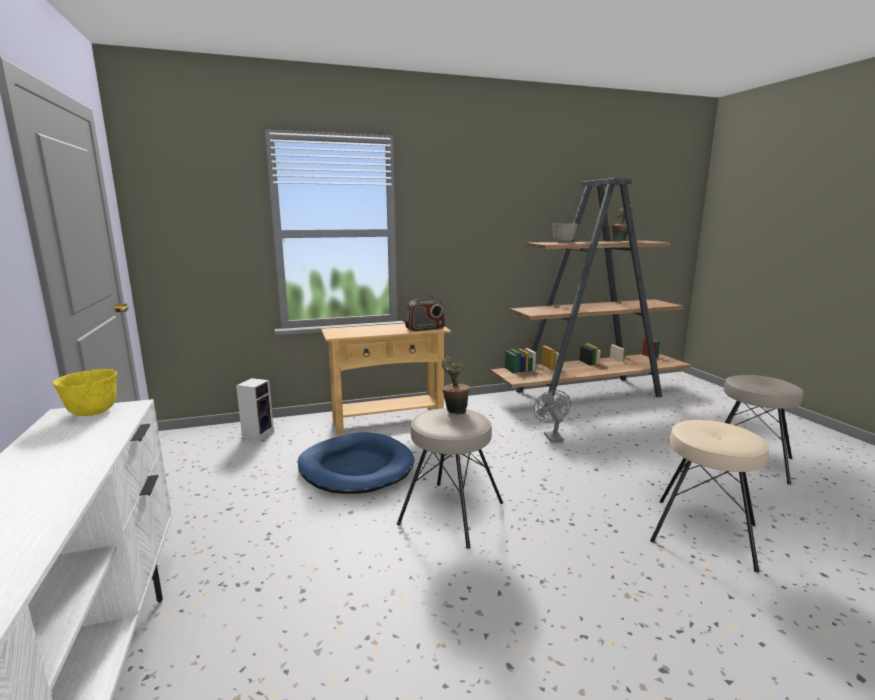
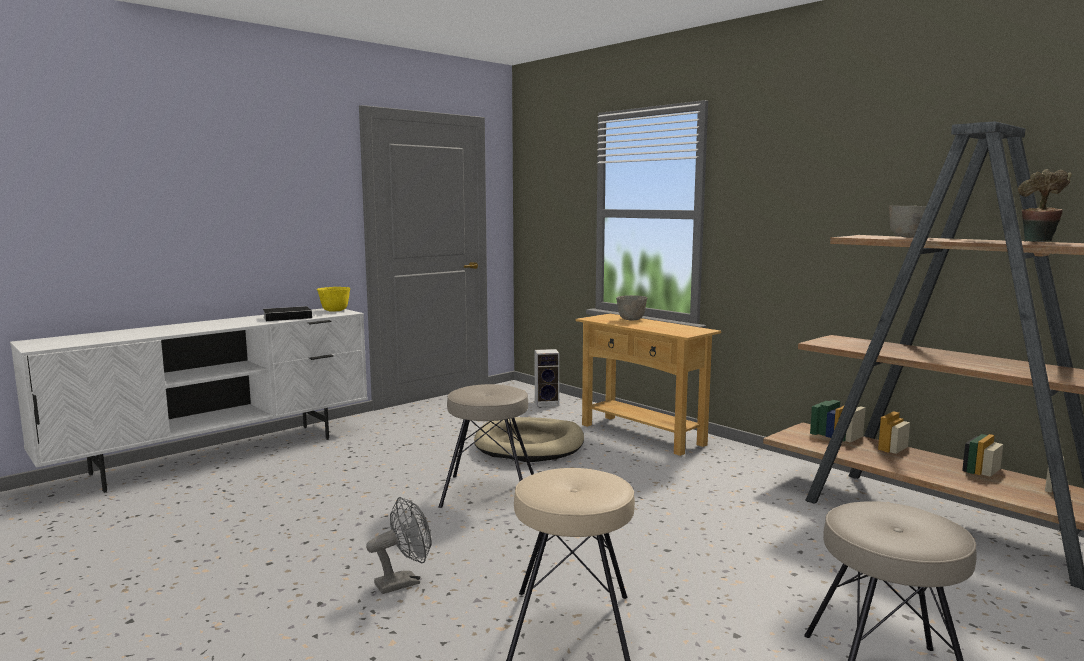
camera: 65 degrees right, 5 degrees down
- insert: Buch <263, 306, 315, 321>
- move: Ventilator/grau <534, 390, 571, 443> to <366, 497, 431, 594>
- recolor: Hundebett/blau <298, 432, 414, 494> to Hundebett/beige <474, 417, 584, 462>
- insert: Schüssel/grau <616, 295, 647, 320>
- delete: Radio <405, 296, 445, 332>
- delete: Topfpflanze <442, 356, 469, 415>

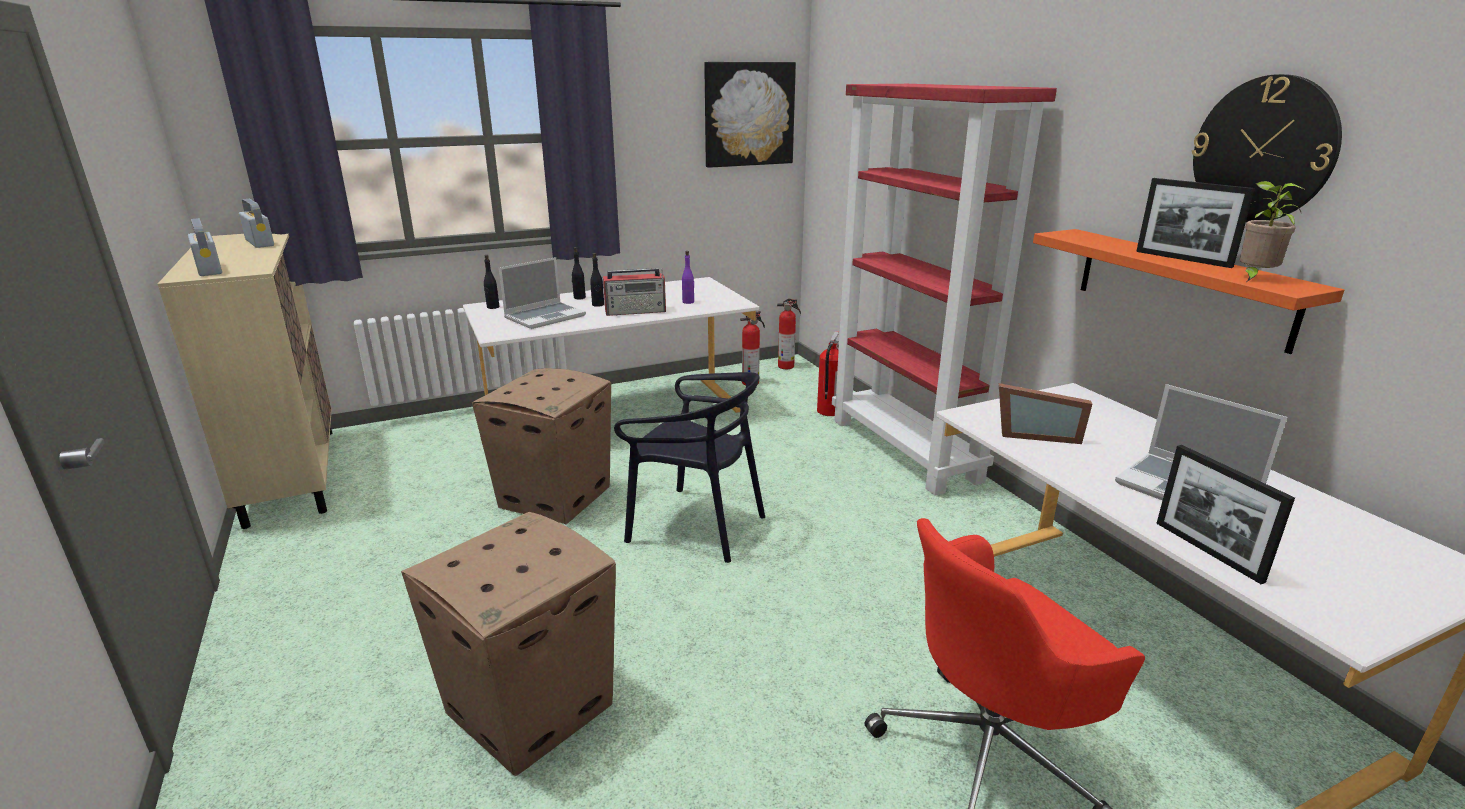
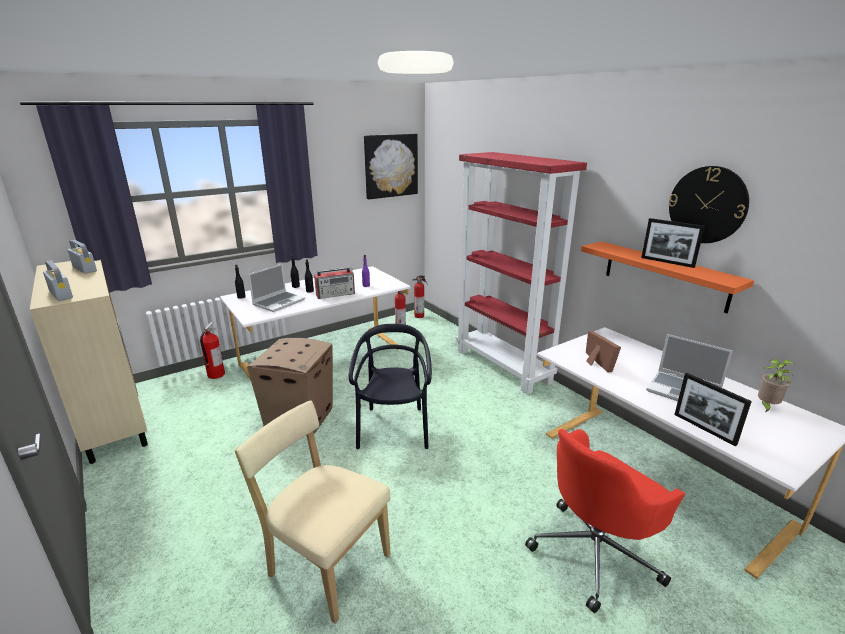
camera: 10 degrees left, 0 degrees up
- move: Feuerlöscher <817, 331, 839, 416> to <200, 322, 225, 379>
- replace: Karton <401, 512, 616, 776> to Stuhl/beige <234, 401, 391, 624>
- rotate: Stuhl/schwarz <614, 372, 765, 563> = <349, 324, 432, 449> 105 degrees counterclockwise
- rotate: Bilderrahmen <999, 383, 1092, 444> = <586, 331, 621, 373> 105 degrees counterclockwise
- move: Topfpflanze <1240, 181, 1306, 282> to <758, 359, 796, 413>

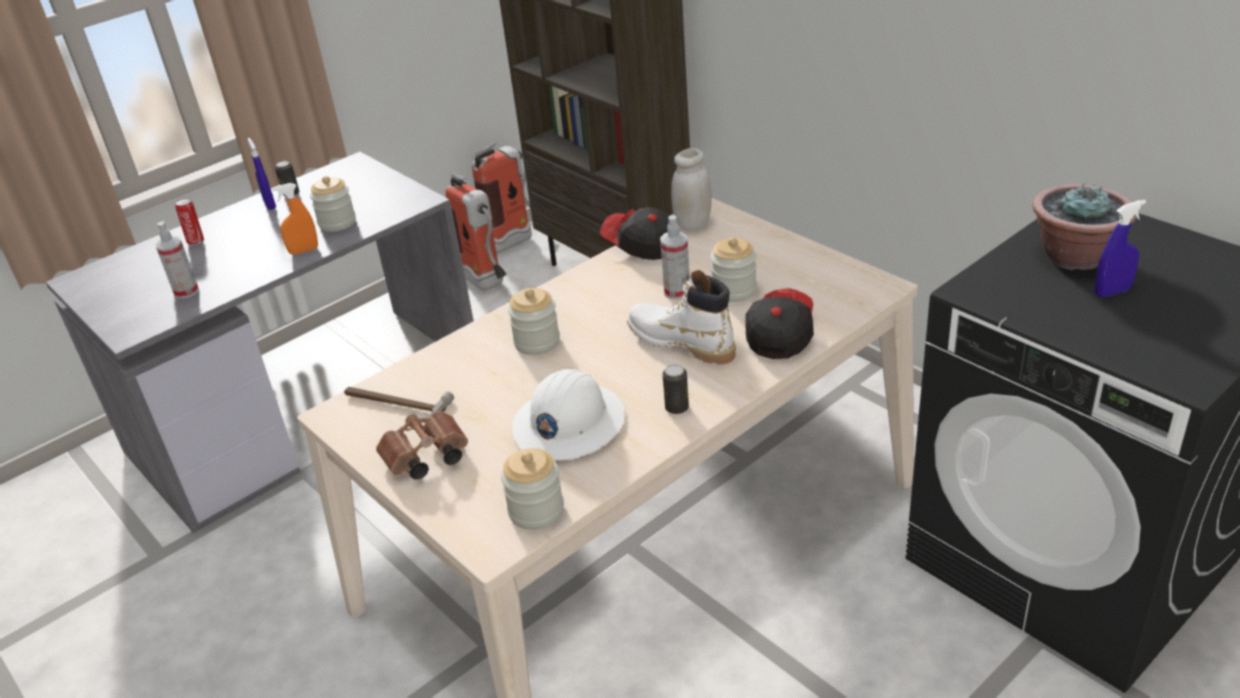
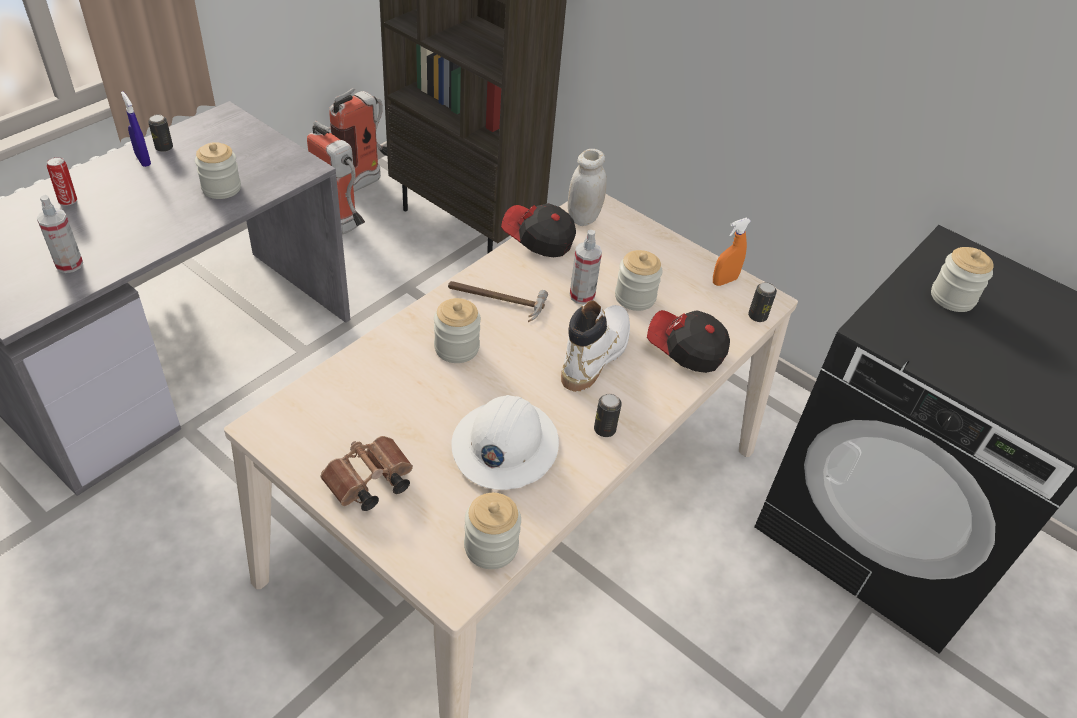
camera: 15 degrees left, 10 degrees up
- move: Hammer <344, 387, 454, 427> to <448, 281, 548, 322>
- rotate: Stiefel/weiß <627, 270, 736, 365> = <561, 301, 630, 392> 90 degrees clockwise
- rotate: Kappe <745, 288, 814, 359> = <647, 310, 730, 373> 75 degrees counterclockwise
- move: Sprühflasche/orange <272, 183, 318, 255> to <713, 218, 751, 286>
- insert: Dose <748, 282, 777, 322>
- replace: Topfpflanze <1033, 183, 1136, 270> to Vorratsglas <931, 247, 994, 312>
- delete: Sprühflasche/blau <1095, 200, 1146, 297>

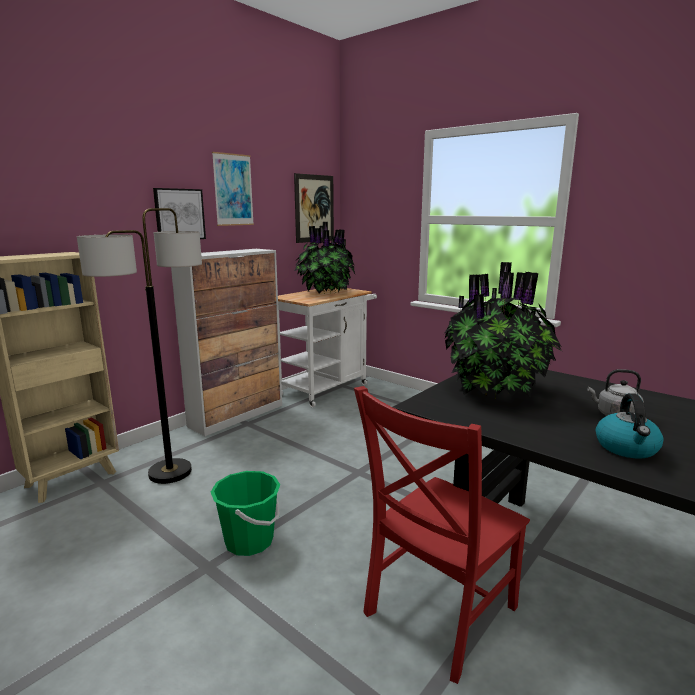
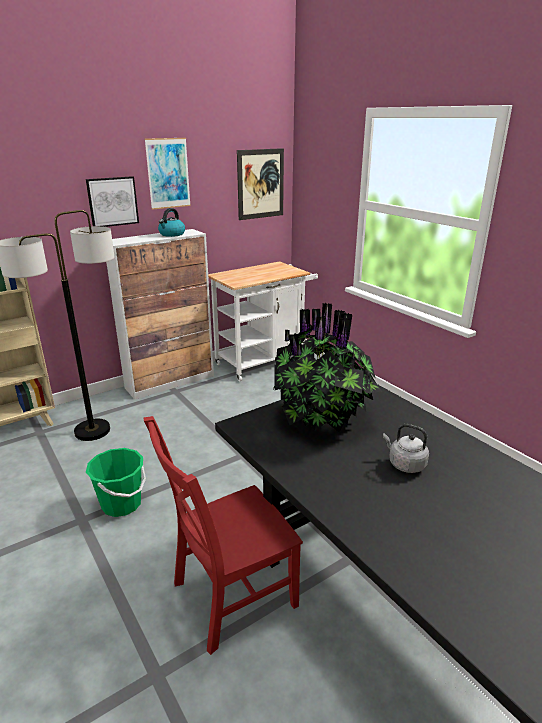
camera: 15 degrees right, 10 degrees up
- move: Wasserkessel <596, 393, 663, 459> to <158, 208, 185, 237>
- delete: Topfpflanze <295, 222, 355, 294>

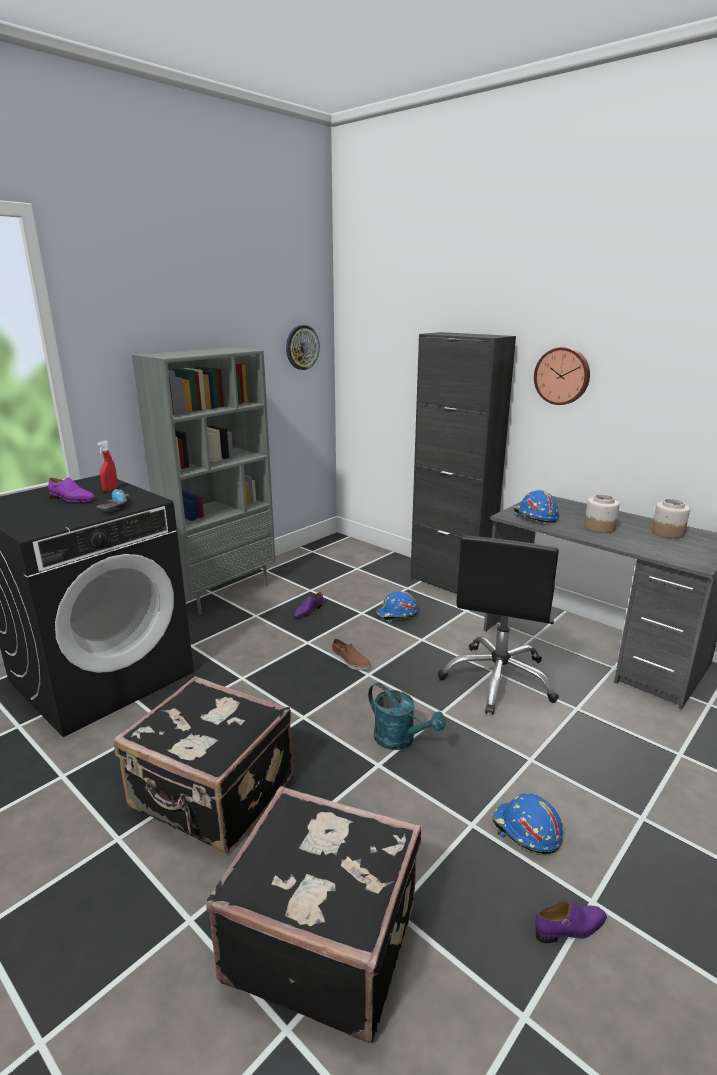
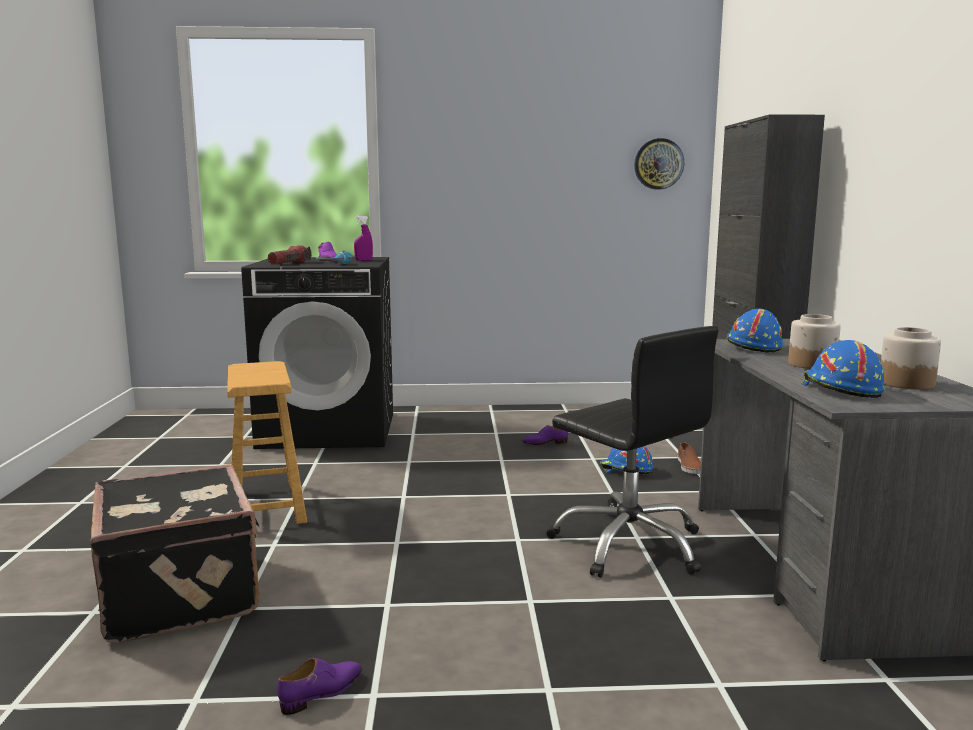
camera: 45 degrees right, 10 degrees down
- replace: Koffer/schwarz <114, 676, 293, 853> to Hocker/braun <227, 361, 307, 524>
- insert: Taschenlampe <268, 245, 312, 265>
- rotate: Schuh/lila <535, 901, 607, 943> = <277, 658, 362, 715> 75 degrees counterclockwise
- recolor: Sprühflasche/rot <97, 440, 118, 492> to Sprühflasche/lila <354, 215, 373, 261>
- rotate: Bürostuhl/schwarz <438, 535, 559, 715> = <546, 326, 719, 578> 105 degrees counterclockwise
- move: Schuh/braun <332, 639, 371, 670> to <678, 443, 701, 474>
- move: Schutzhelm/blau <493, 793, 563, 854> to <802, 340, 885, 398>
- delete: Bücherregal/grau <132, 347, 276, 615>
- delete: Gießkanne/türkis <368, 683, 446, 750>
- delete: Wanduhr <534, 347, 590, 405>

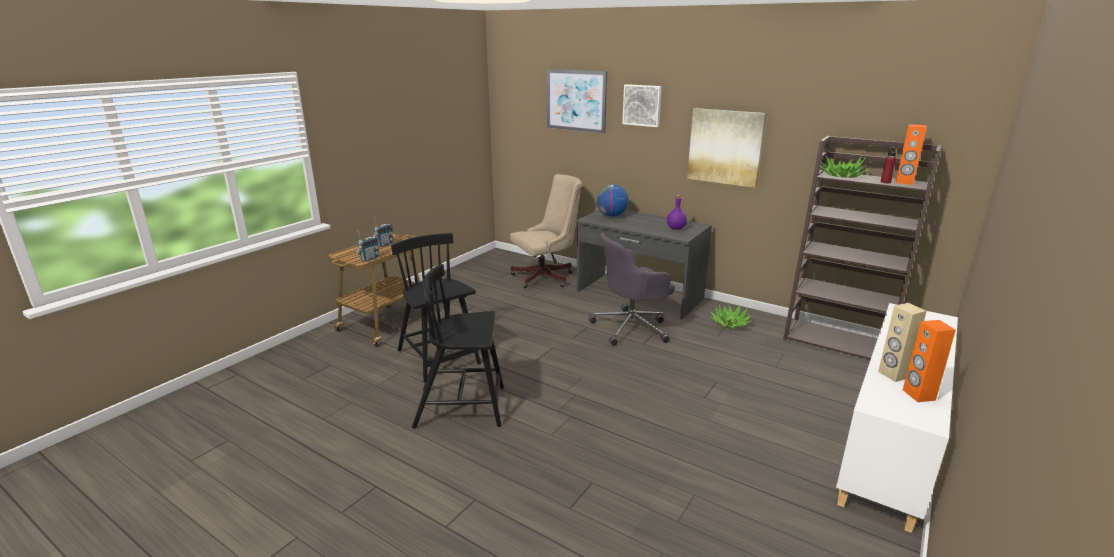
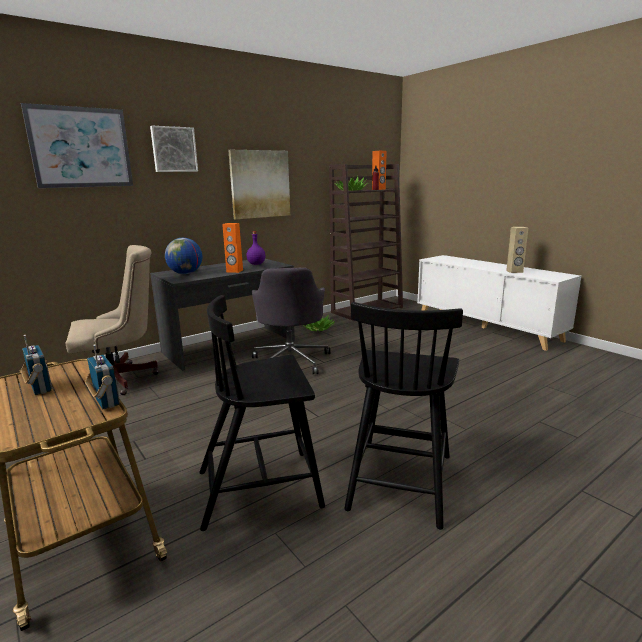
camera: 70 degrees left, 5 degrees down
- rotate: Bürostuhl/beige <510, 174, 582, 288> = <66, 245, 159, 395> 75 degrees clockwise
- move: Lautsprecher/orange <903, 320, 956, 402> to <222, 223, 243, 273>

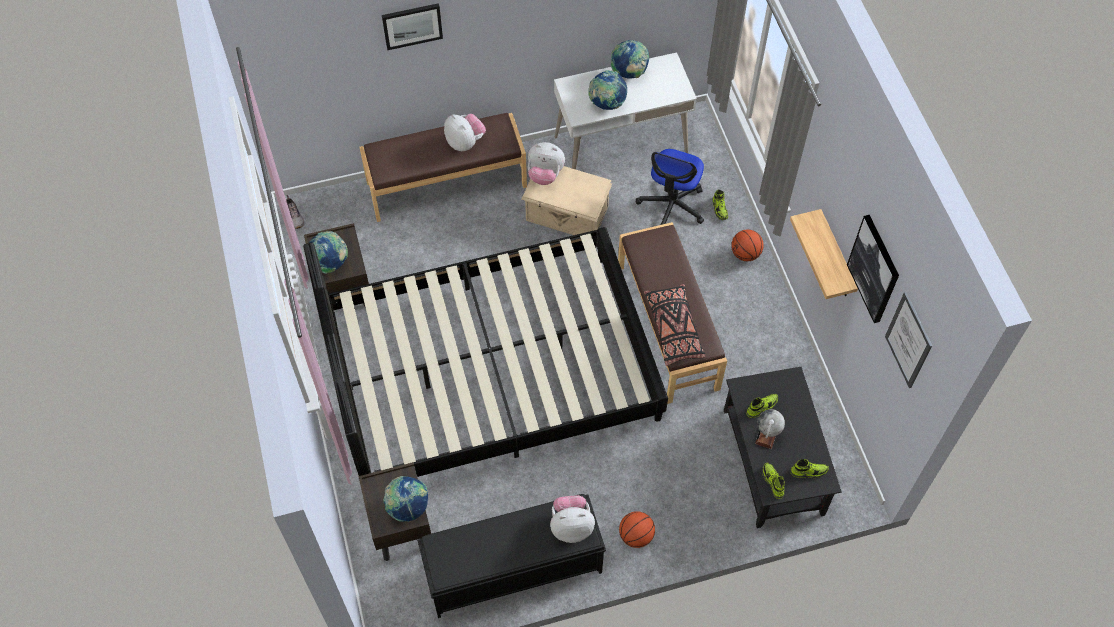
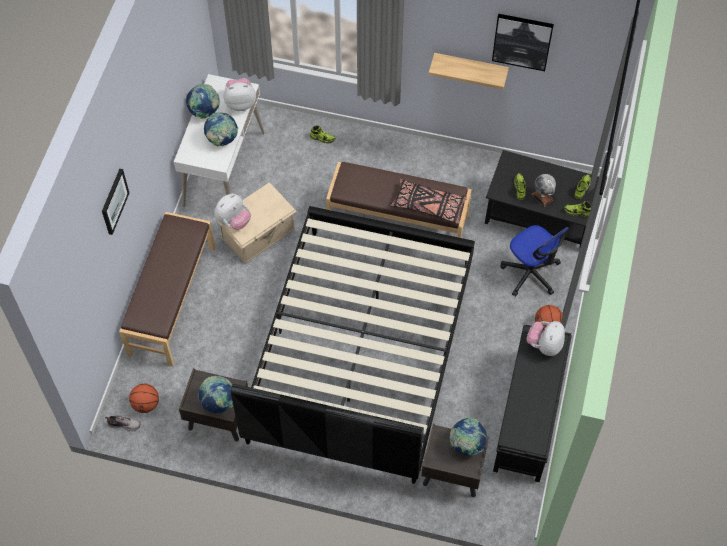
camera: 60 degrees left, 0 degrees up
- move: Basketball <731, 230, 764, 261> to <129, 384, 159, 413>
- move: Plüschtier <444, 114, 486, 151> to <224, 78, 256, 111>
- move: Bürostuhl <636, 149, 704, 225> to <500, 225, 569, 297>
- delete: Bild <885, 292, 932, 388>

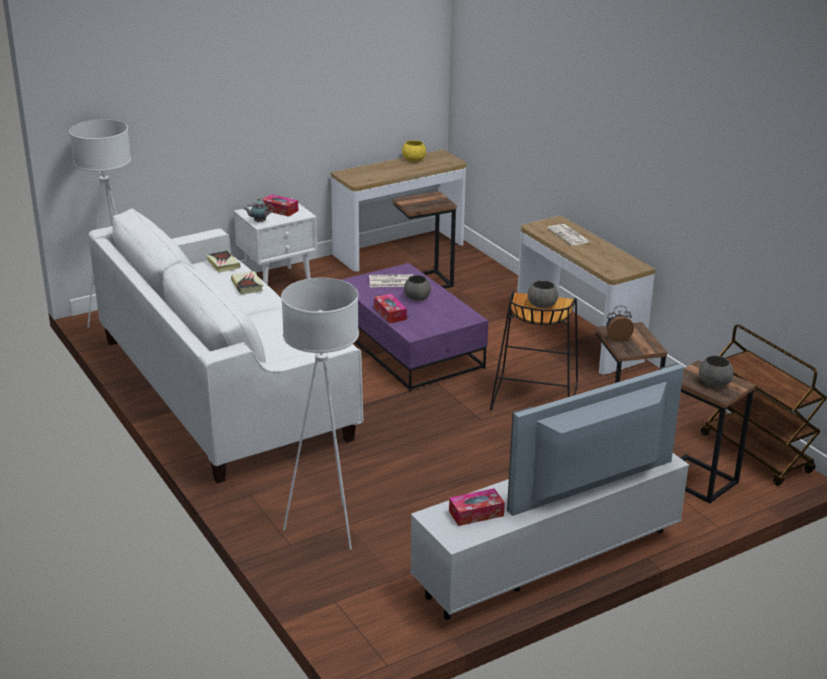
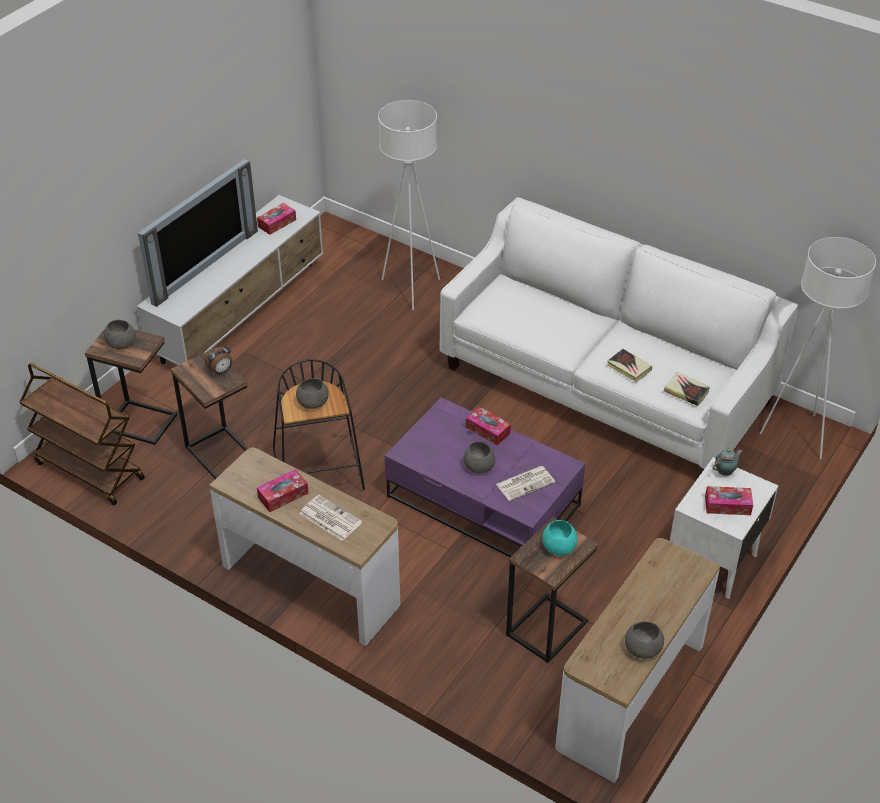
camera: 155 degrees right, 15 degrees up
- insert: Taschentuchbox <257, 469, 309, 512>
- insert: Schüssel/türkis <542, 520, 577, 556>
- recolor: Schüssel/gelb <402, 140, 426, 162> to Schüssel/grau <625, 621, 664, 659>

